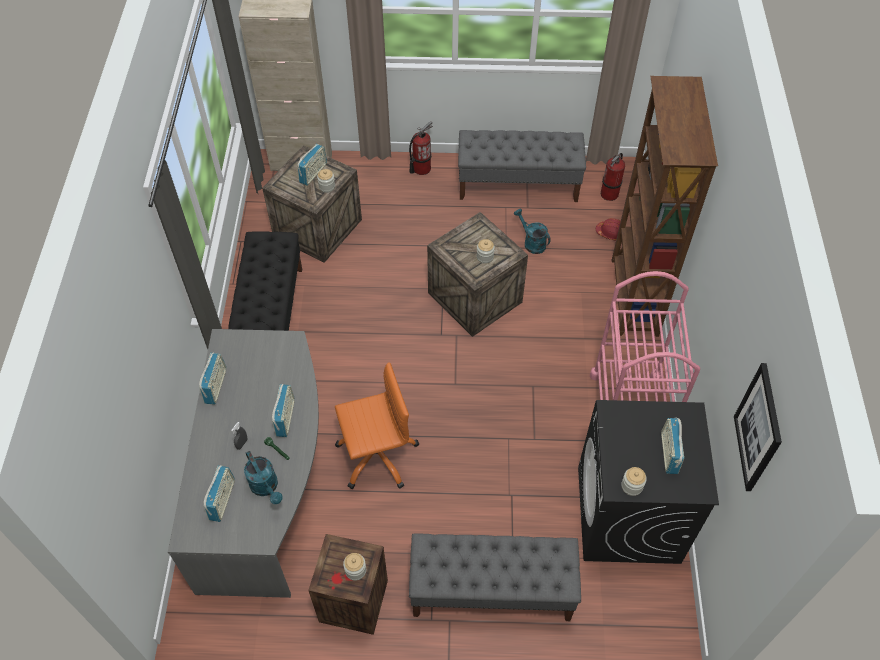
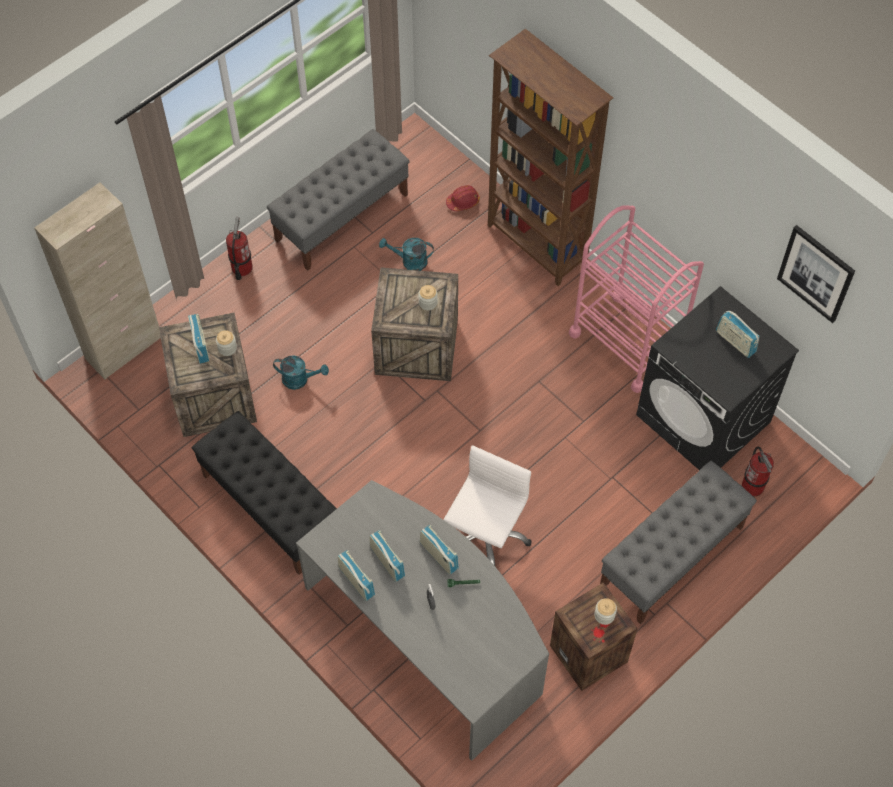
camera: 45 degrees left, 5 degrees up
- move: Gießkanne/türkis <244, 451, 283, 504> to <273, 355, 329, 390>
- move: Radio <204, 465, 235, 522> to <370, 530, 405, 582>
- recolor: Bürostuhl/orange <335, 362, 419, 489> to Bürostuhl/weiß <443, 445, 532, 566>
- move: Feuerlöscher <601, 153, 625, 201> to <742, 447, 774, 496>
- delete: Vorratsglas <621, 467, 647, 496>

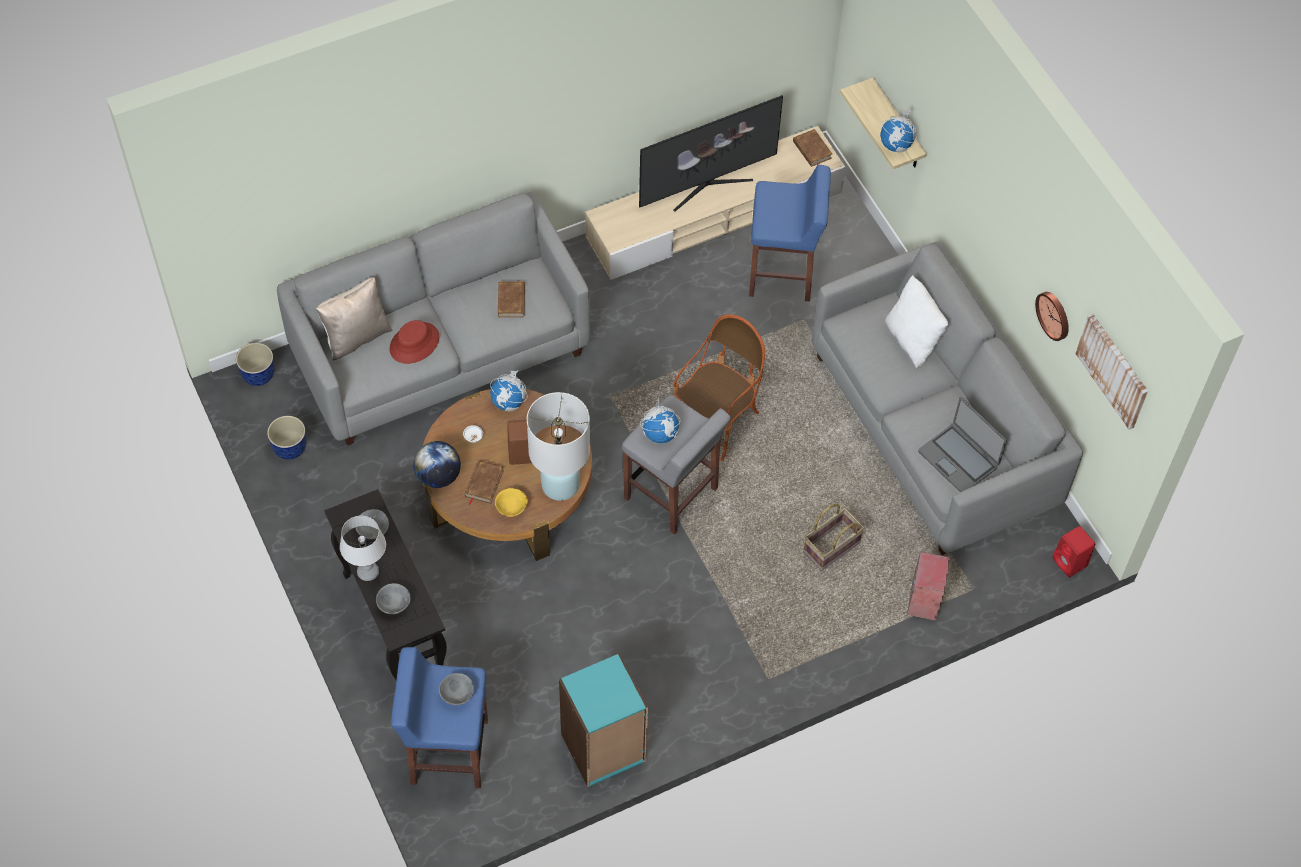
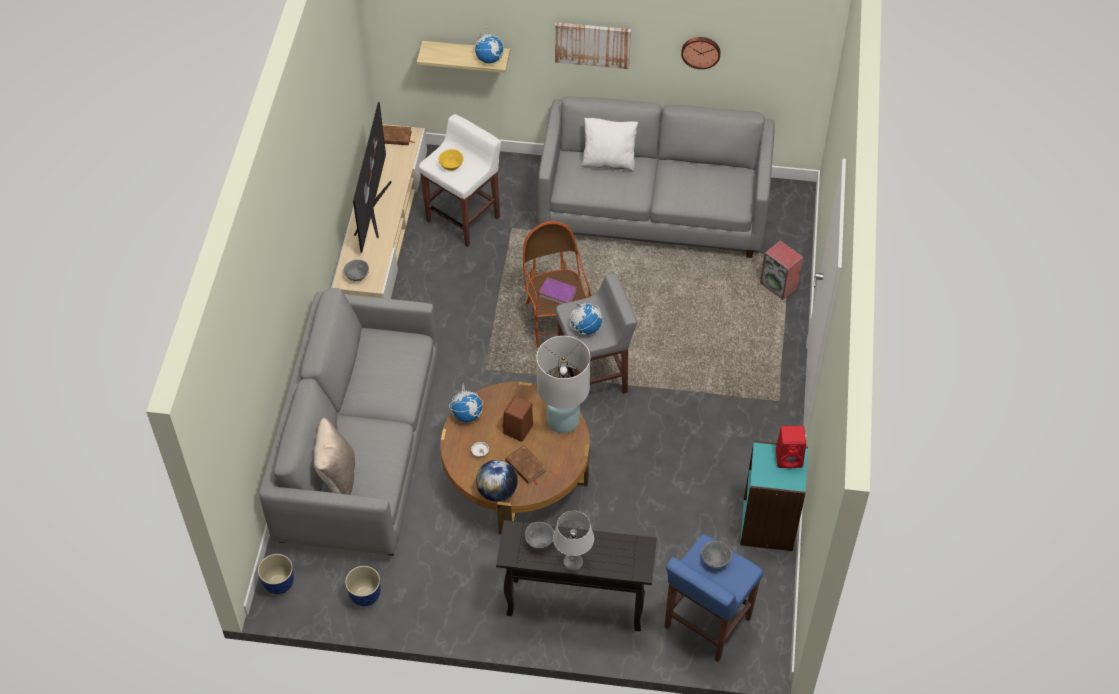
camera: 55 degrees left, 5 degrees down
- move: Schüssel/grau <376, 583, 411, 614> to <344, 260, 369, 281>
- recolor: Hocker/blau <749, 165, 831, 301> to Hocker/weiß <419, 114, 501, 247>
- move: Schüssel/gelb <495, 488, 528, 517> to <438, 149, 464, 171>
- insert: Buch/lila <538, 277, 577, 304>
- move: Bild <1075, 314, 1148, 430> to <555, 22, 631, 69>
- move: Lautsprecher/rot <1052, 526, 1095, 577> to <776, 426, 806, 468>
- delete: Hut/rot <390, 320, 439, 364>
- delete: Buch/braun <498, 280, 525, 318>
- delete: Korb <803, 504, 864, 571>
- delete: Laptop <918, 397, 1007, 492>

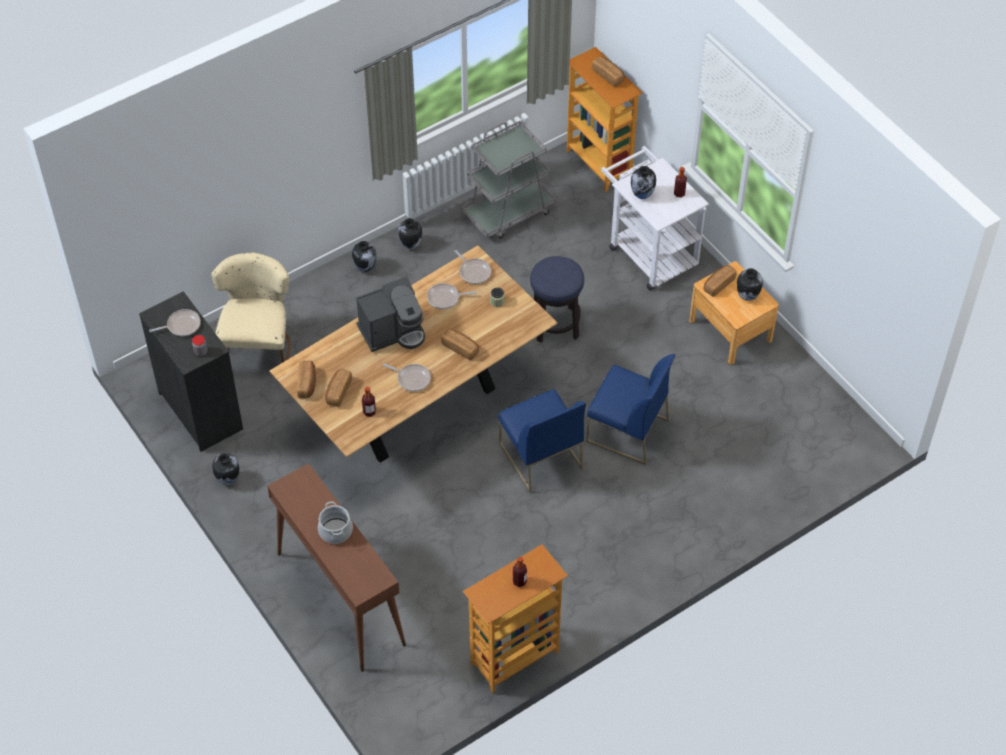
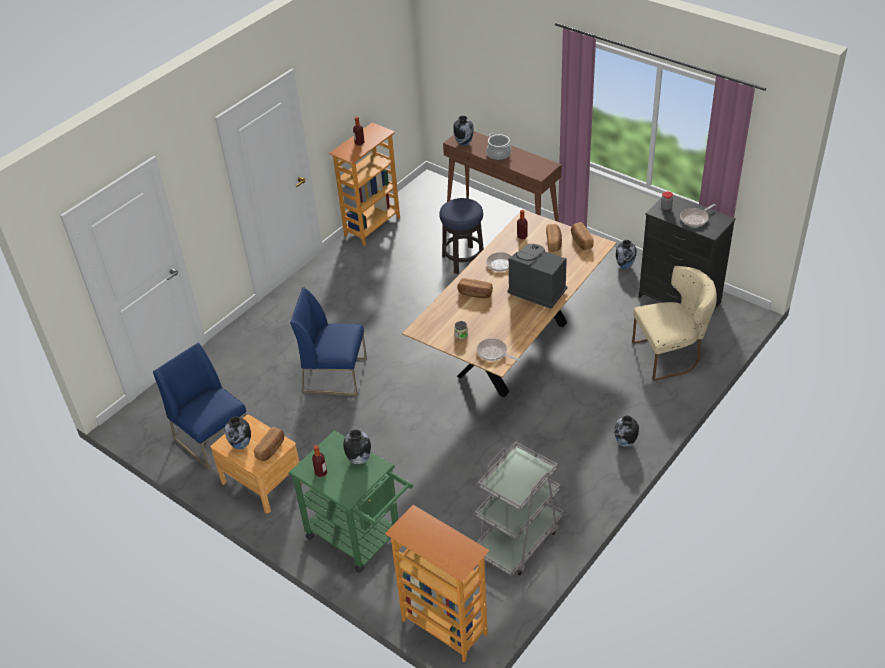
camera: 165 degrees right, 10 degrees down
- move: Stuhl/blau <498, 389, 586, 493> to <153, 342, 246, 470>
- recolor: Rollwagen/weiß <601, 146, 709, 290> to Rollwagen/grün <288, 430, 413, 573>
- move: Hocker <530, 256, 584, 343> to <439, 198, 484, 274>
- move: Vase <398, 218, 422, 249> to <453, 116, 474, 146>
- rotate: Kaffeemaschine <356, 277, 425, 352> = <507, 244, 567, 309> 75 degrees clockwise
- rotate: Stuhl/beige <211, 252, 291, 363> = <632, 266, 717, 381> 90 degrees counterclockwise
- delete: Pfanne <427, 283, 477, 309>
- delete: Brot <592, 56, 625, 87>

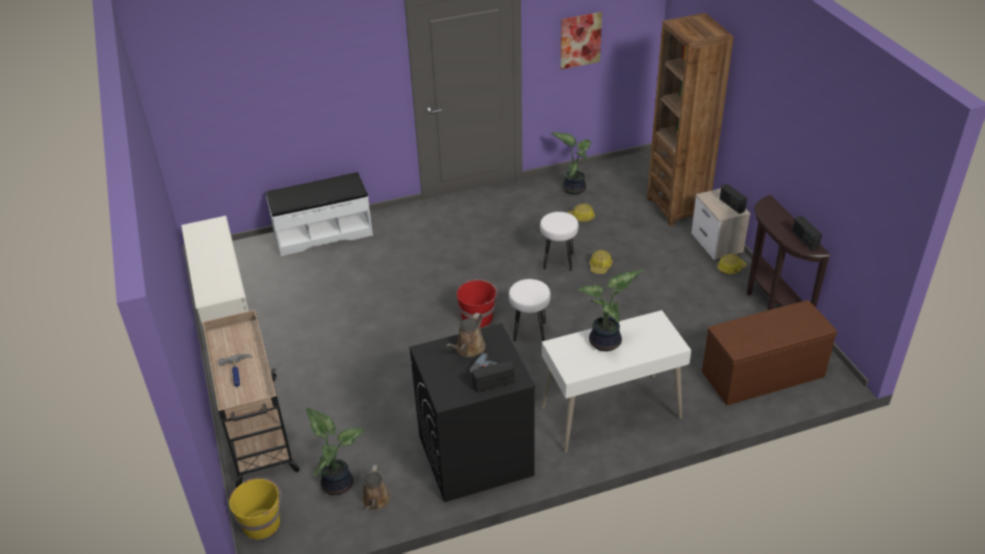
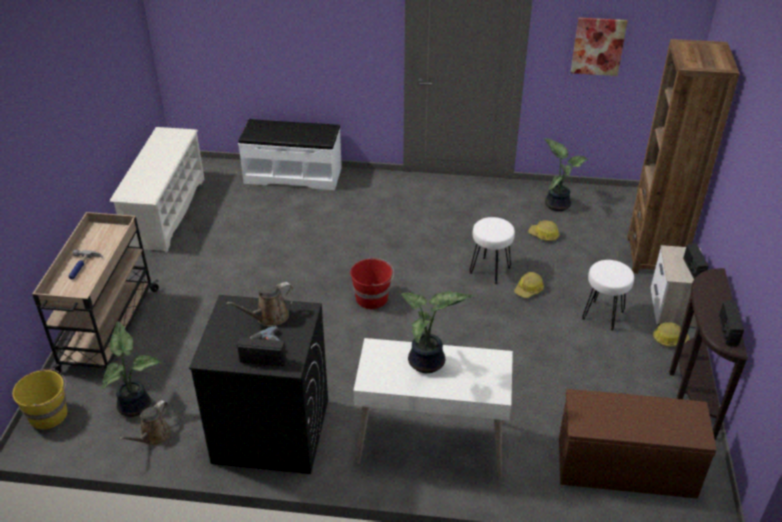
camera: 25 degrees right, 0 degrees up
- move: Hocker/weiß <509, 279, 551, 342> to <582, 260, 634, 331>

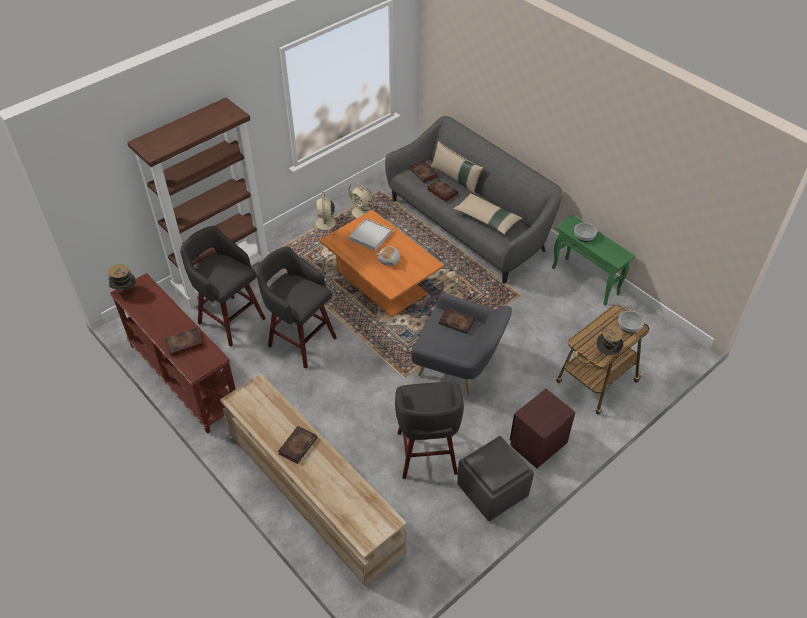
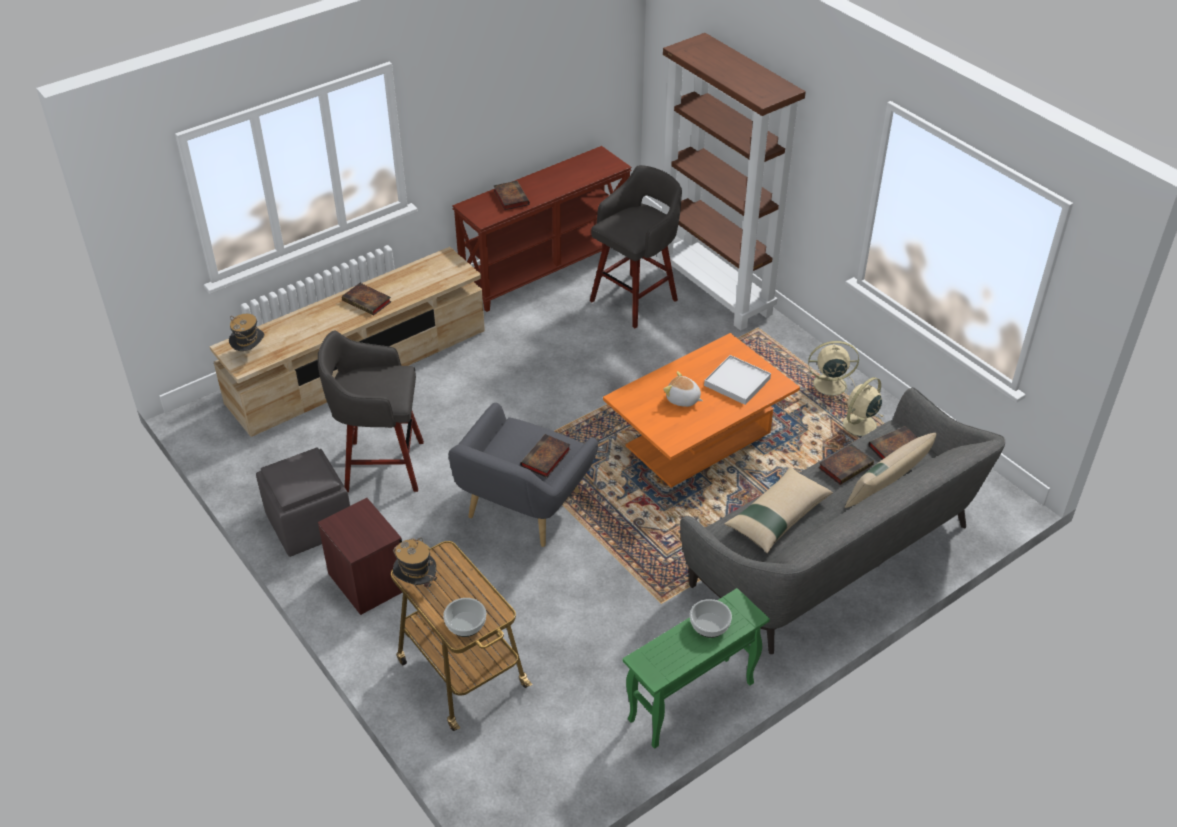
camera: 95 degrees right, 5 degrees down
- move: Hut <108, 264, 136, 293> to <229, 314, 265, 351>
- delete: Hocker/grau <256, 246, 337, 369>

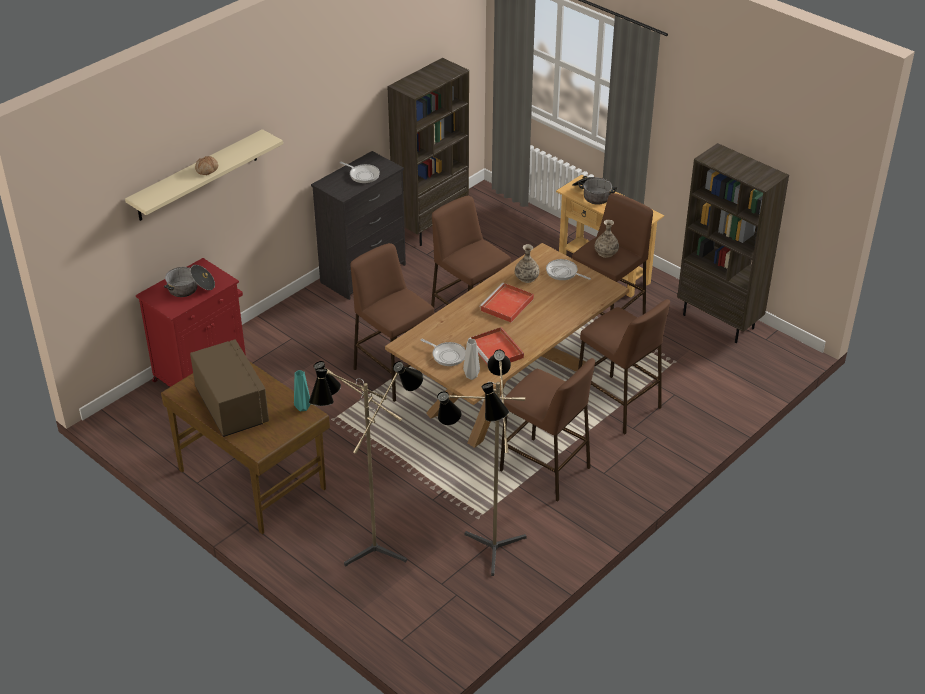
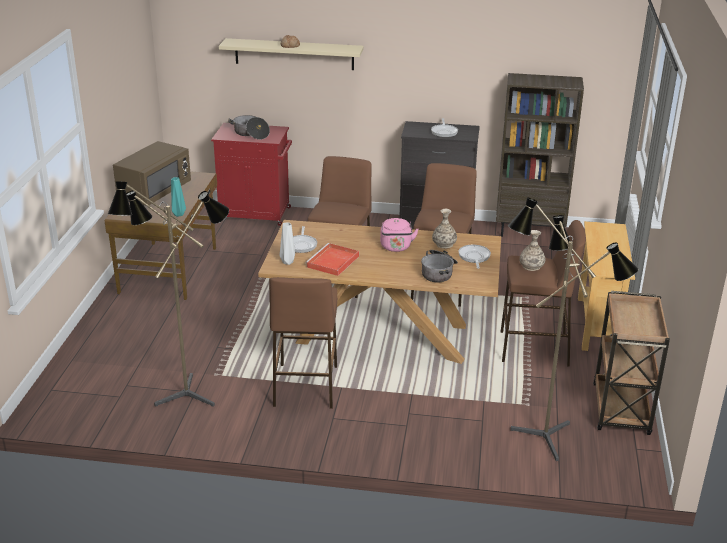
camera: 55 degrees right, 10 degrees down
- replace: Tablett/rot <479, 283, 534, 322> to Wasserkessel/rosa <380, 218, 419, 252>
- move: Kochtopf <572, 176, 618, 205> to <421, 250, 458, 283>
- move: Stehlampe <309, 361, 423, 566> to <508, 197, 638, 461>
- replace: Bücherregal/braun <677, 143, 789, 343> to Rollwagen/braun <593, 291, 670, 435>
- delete: Hocker/braun <578, 299, 670, 434>

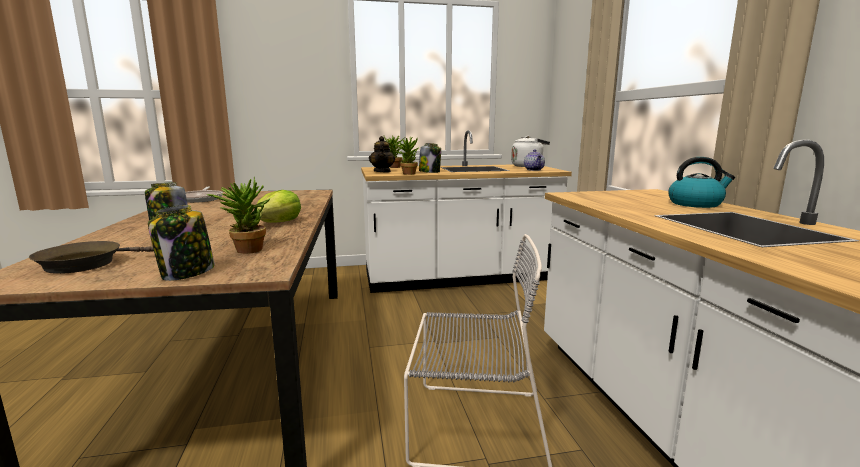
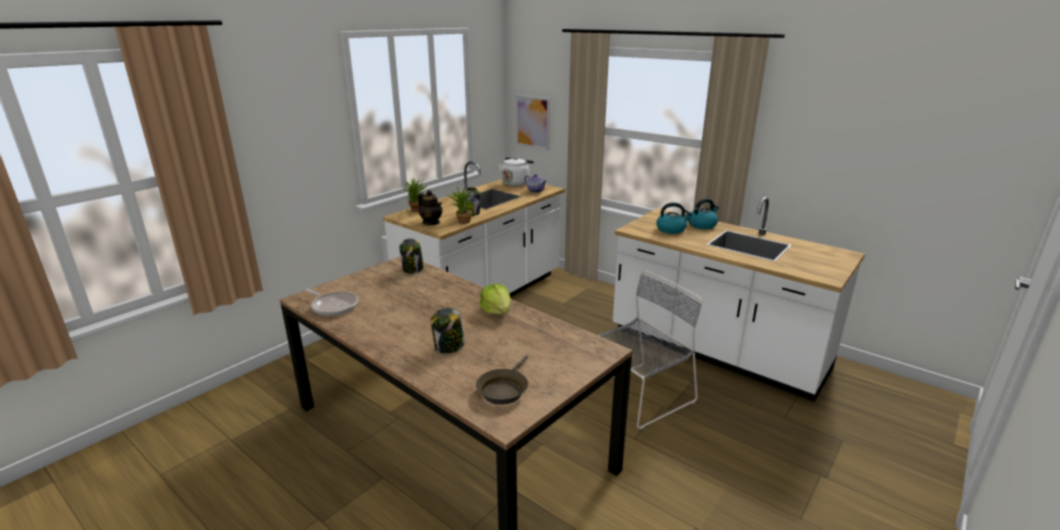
camera: 40 degrees left, 10 degrees up
- move: Vorratsglas <148, 205, 215, 281> to <399, 238, 424, 274>
- insert: Bild <516, 95, 550, 150>
- insert: Wasserkessel <656, 202, 692, 234>
- delete: Topfpflanze <207, 177, 271, 254>

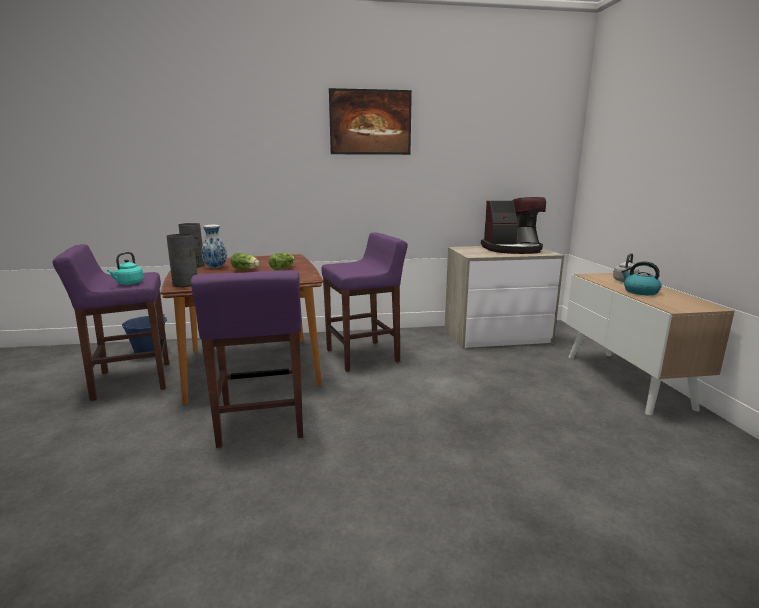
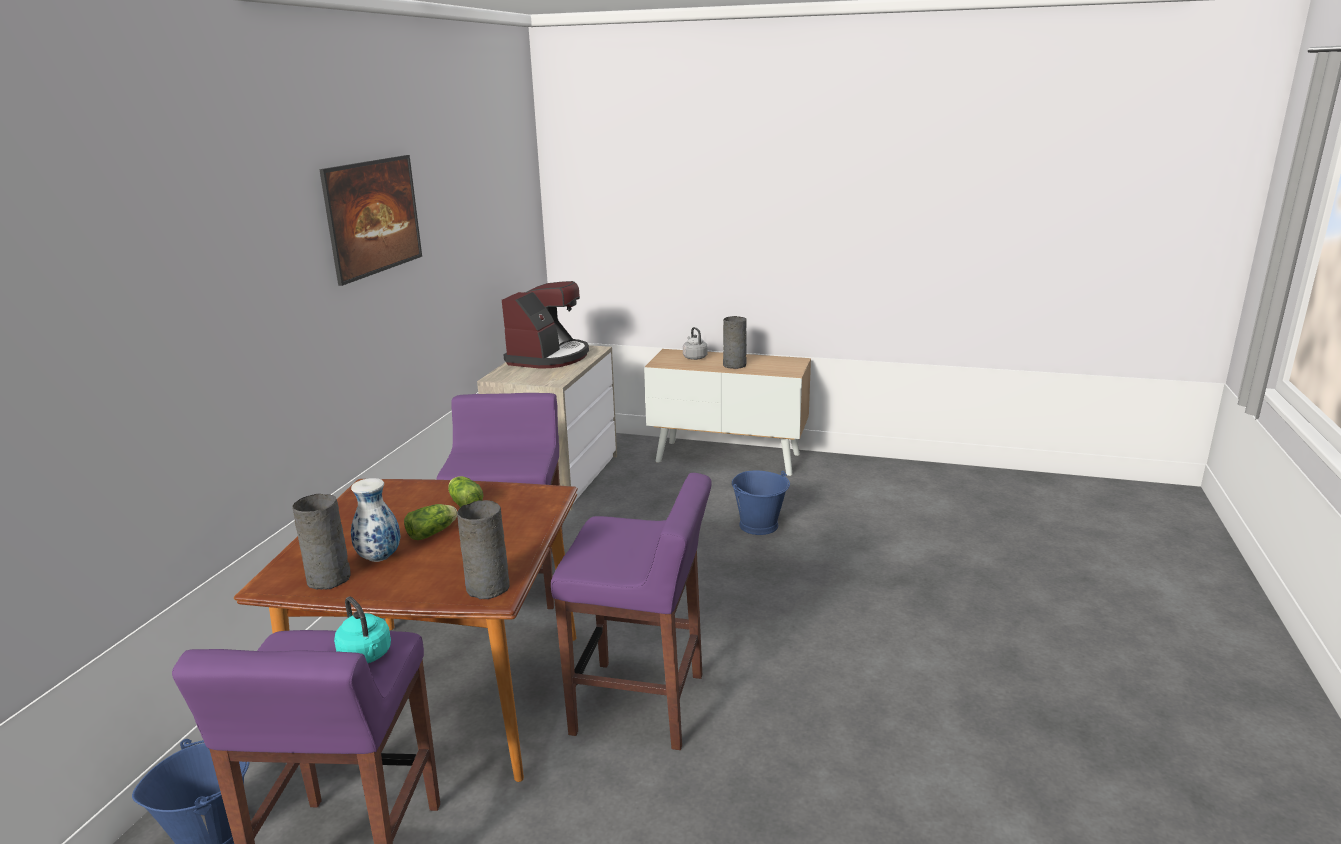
camera: 65 degrees left, 5 degrees up
- replace: Wasserkessel <621, 261, 662, 295> to Vase/grau <723, 316, 747, 369>
- insert: Eimer/blau <732, 471, 790, 535>

